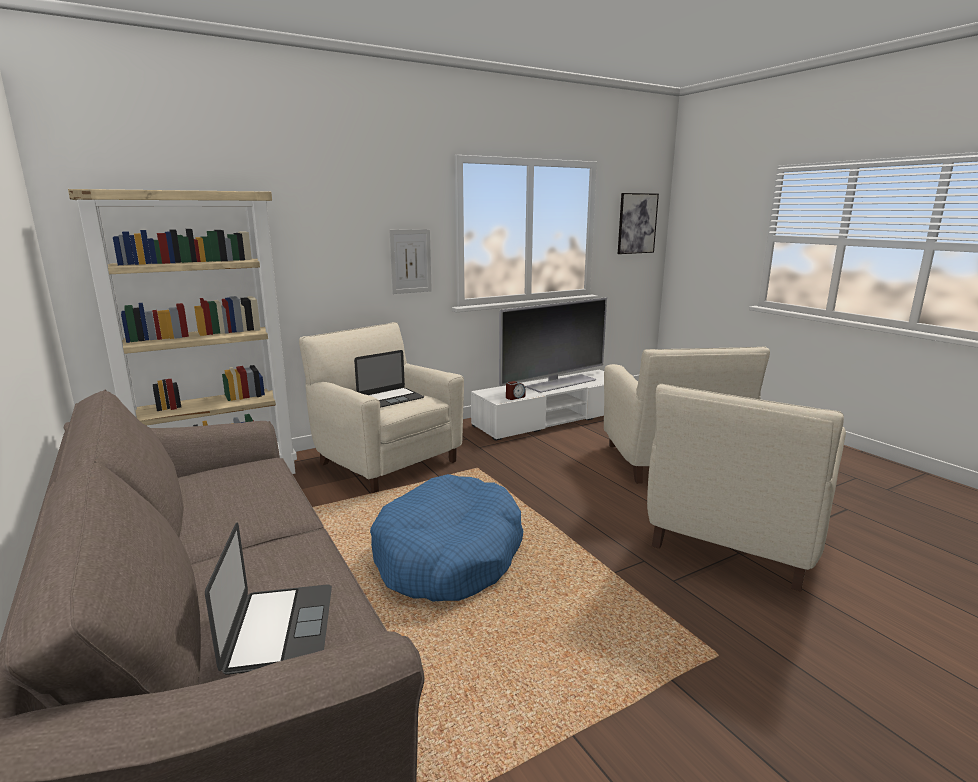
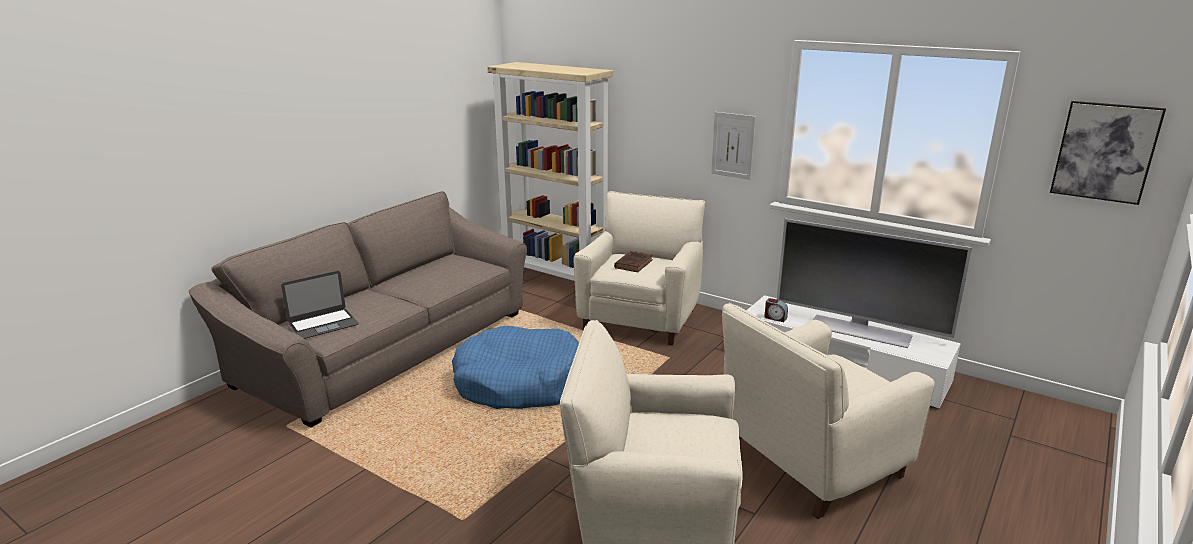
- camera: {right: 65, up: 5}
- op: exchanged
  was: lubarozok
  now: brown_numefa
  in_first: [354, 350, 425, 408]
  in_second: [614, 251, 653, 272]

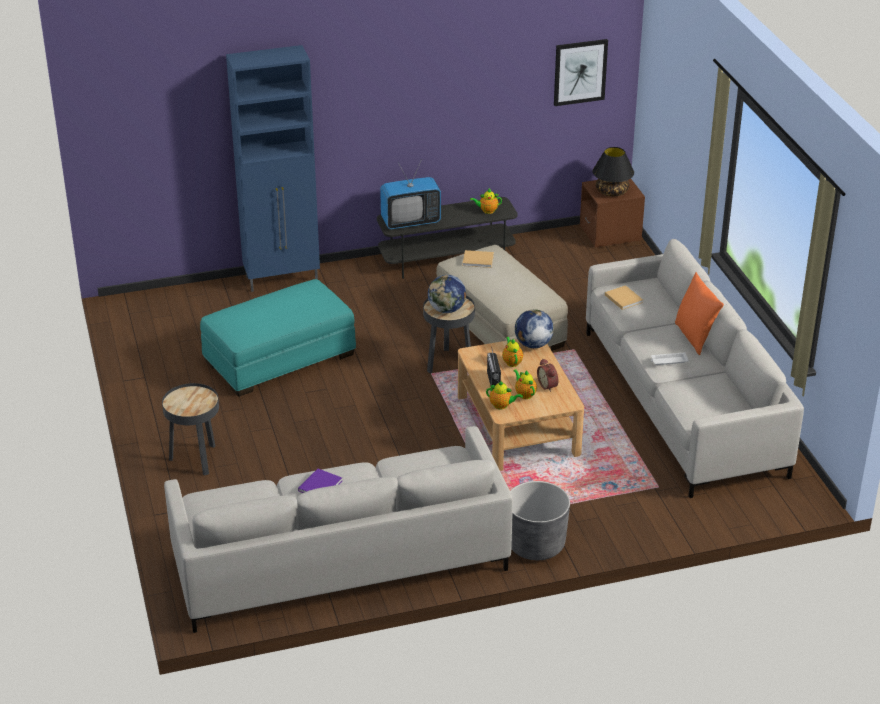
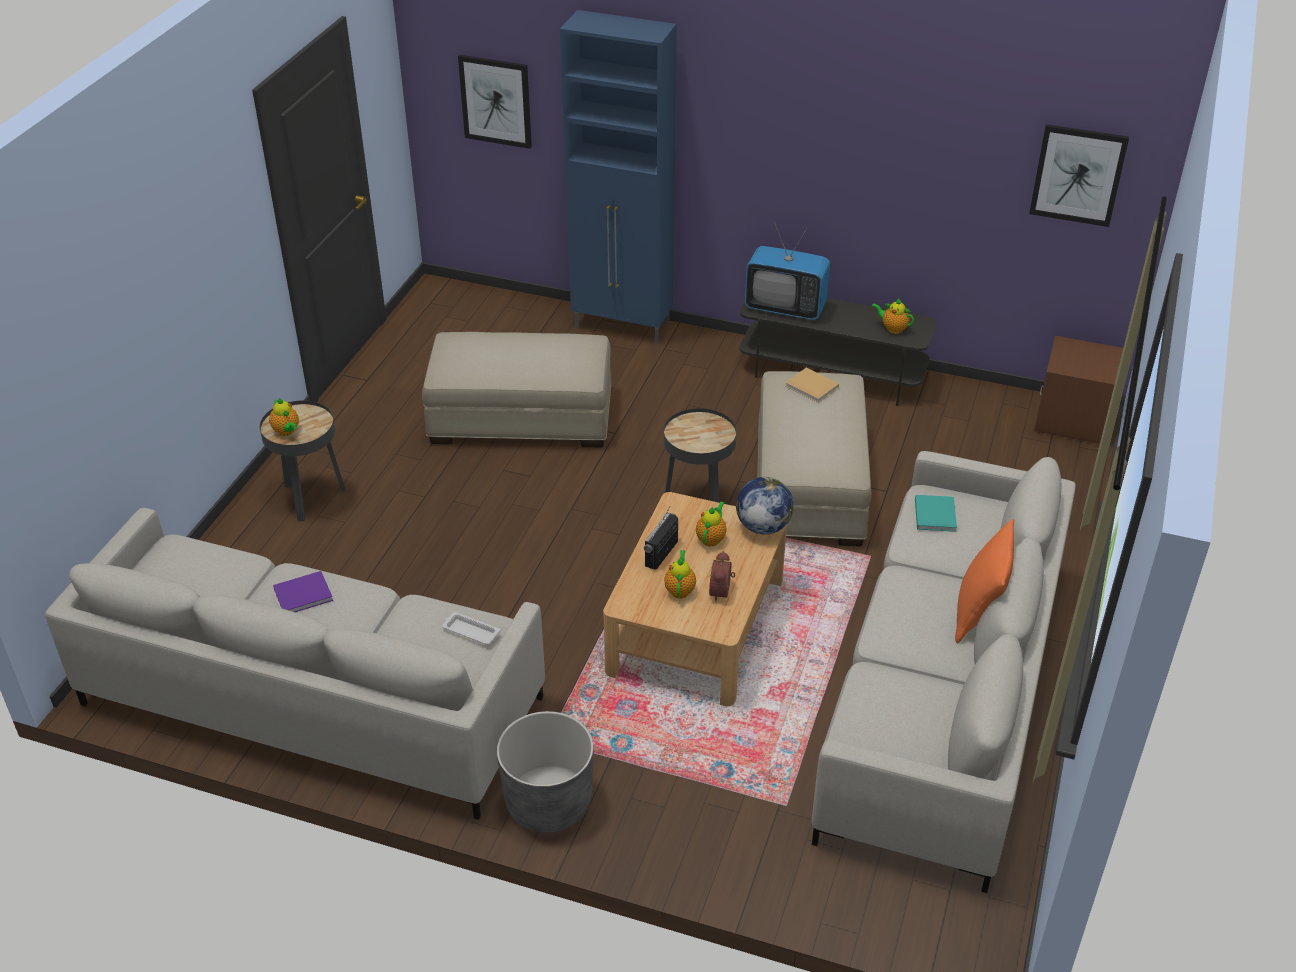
- camera: {right: 35, up: 5}
- op: colour
  was: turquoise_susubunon
  now: beige_susubunon
  in_first: [200, 279, 356, 397]
  in_second: [422, 332, 611, 448]
- op: missing
  was: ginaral
  in_first: [428, 275, 466, 313]
- op: relocated
  was: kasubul
  in_first: [486, 381, 523, 409]
  in_second: [269, 398, 299, 436]
- op: missing
  was: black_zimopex
  in_first: [593, 147, 634, 196]
- op: colour
  was: beige_numefa
  now: turquoise_numefa
  in_first: [605, 285, 643, 310]
  in_second: [915, 495, 957, 532]
- op: relocated
  was: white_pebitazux
  in_first: [651, 352, 689, 365]
  in_second: [442, 612, 501, 645]
- op: appeared
  now: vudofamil
  in_second: [458, 55, 532, 149]

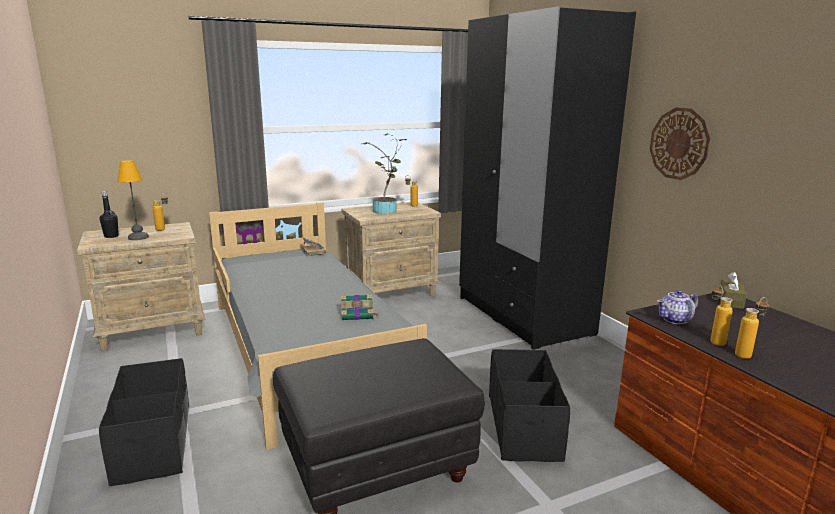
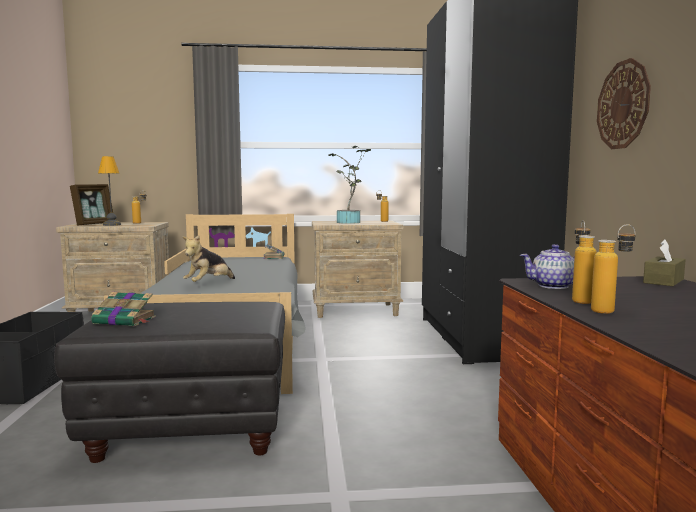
- camera: {right: 20, up: -10}
- op: exchanged
  was: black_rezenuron
  now: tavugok
  in_first: [100, 191, 119, 238]
  in_second: [70, 184, 113, 226]
- op: relocated
  was: numefa
  in_first: [341, 294, 379, 320]
  in_second: [91, 292, 156, 326]
- op: missing
  was: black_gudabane
  in_first: [489, 349, 570, 462]
- op: appeared
  now: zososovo
  in_second: [183, 235, 235, 282]

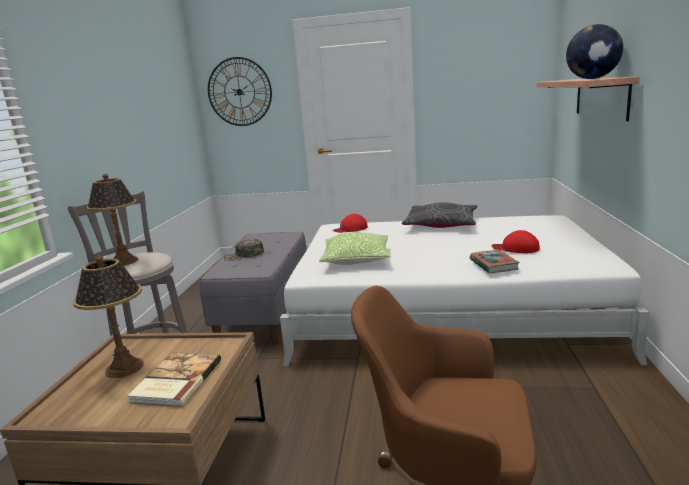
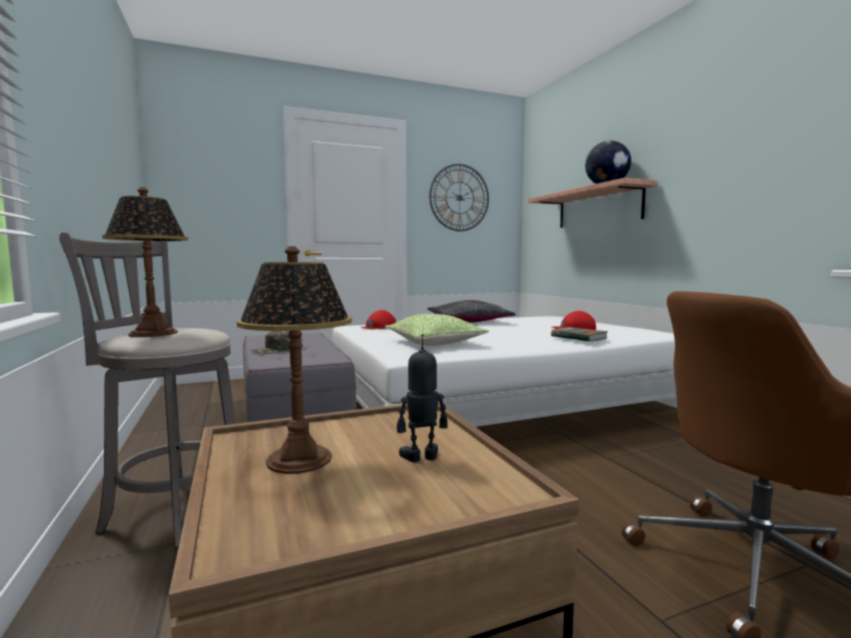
- camera: {right: -30, up: -10}
- op: exchanged
  was: numefa
  now: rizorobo
  in_first: [127, 352, 221, 407]
  in_second: [397, 334, 448, 462]
- op: relocated
  was: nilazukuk
  in_first: [208, 57, 272, 126]
  in_second: [429, 164, 489, 231]

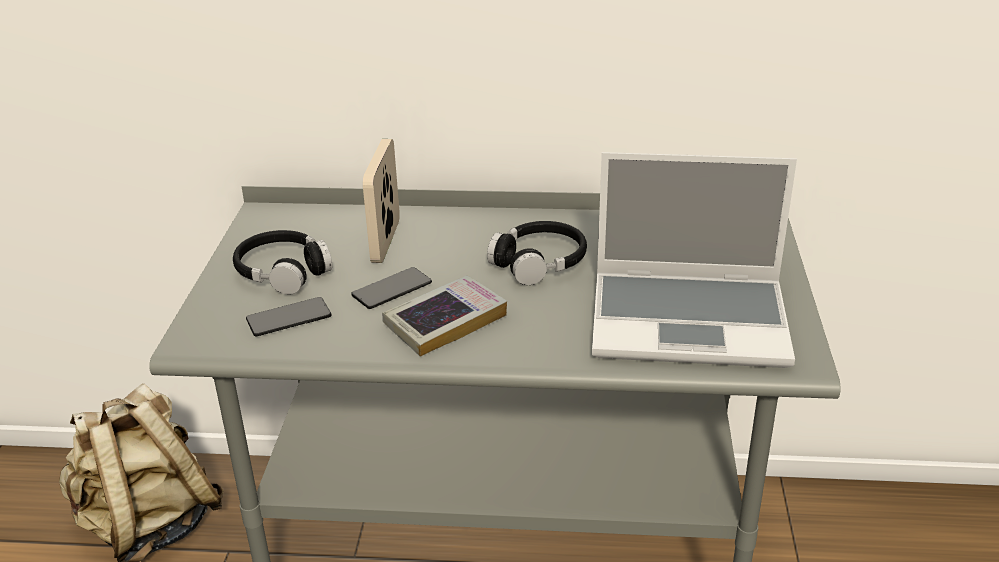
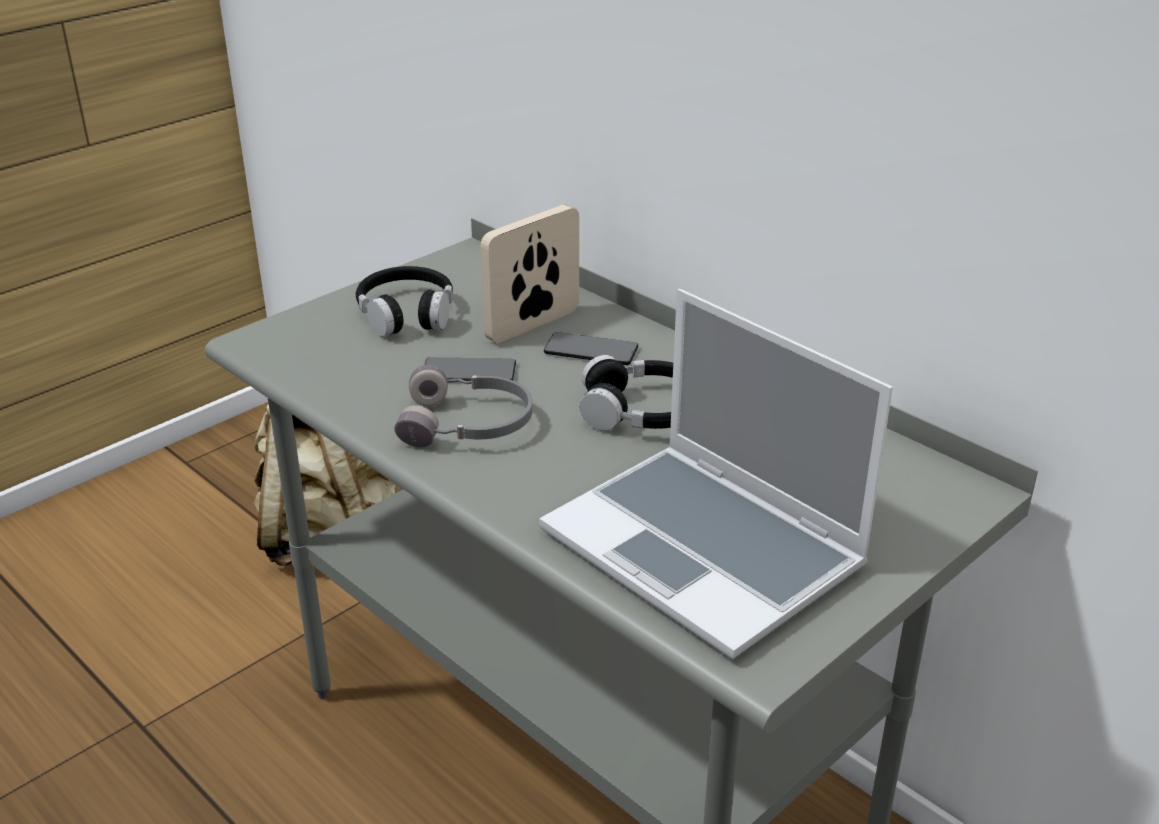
- camera: {right: 40, up: 0}
- op: relocated
  was: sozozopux
  in_first: [246, 297, 331, 336]
  in_second: [544, 332, 638, 365]
- op: exchanged
  was: numefa
  now: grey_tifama
  in_first: [382, 275, 507, 357]
  in_second: [394, 365, 533, 447]

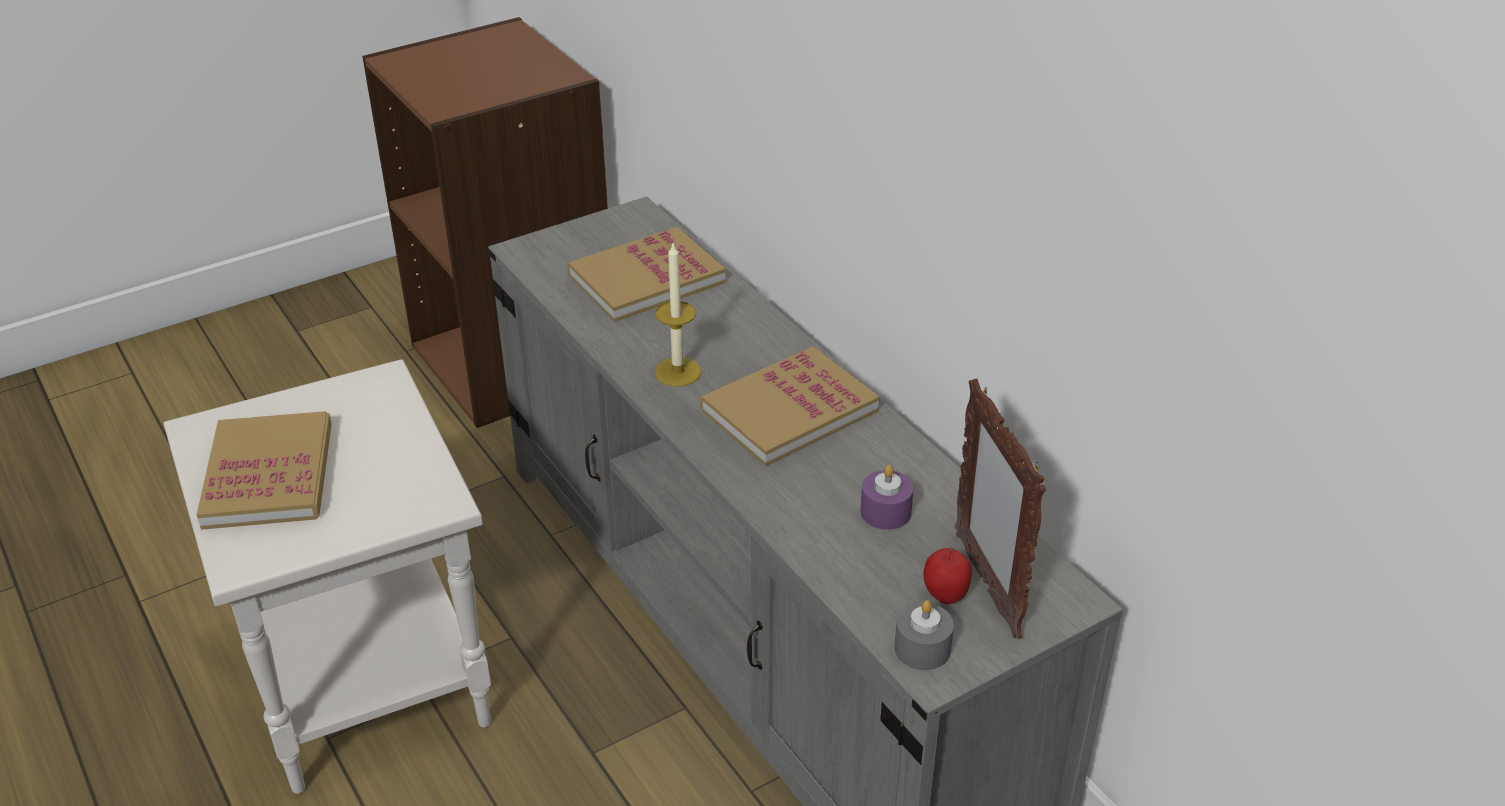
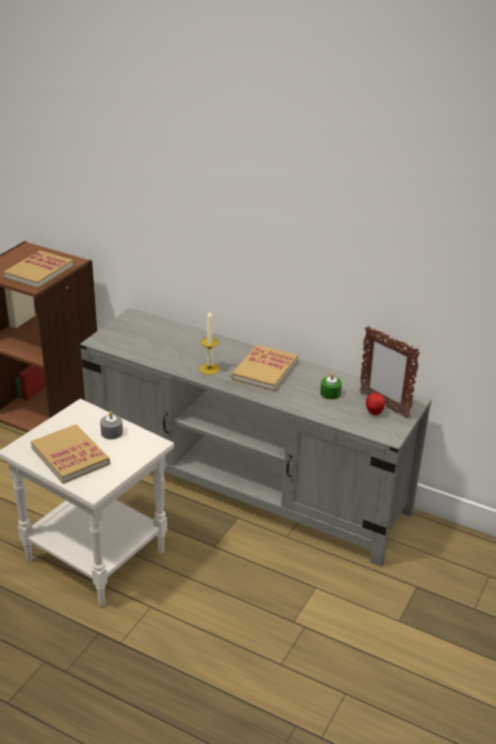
- camera: {right: -30, up: -5}
- op: relocated
  was: numefa
  in_first: [567, 227, 726, 322]
  in_second: [3, 251, 74, 289]
- op: colour
  was: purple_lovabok
  now: green_lovabok
  in_first: [861, 465, 914, 530]
  in_second: [320, 373, 342, 399]
- op: relocated
  was: grey_lovabok
  in_first: [894, 600, 954, 670]
  in_second: [100, 412, 123, 439]

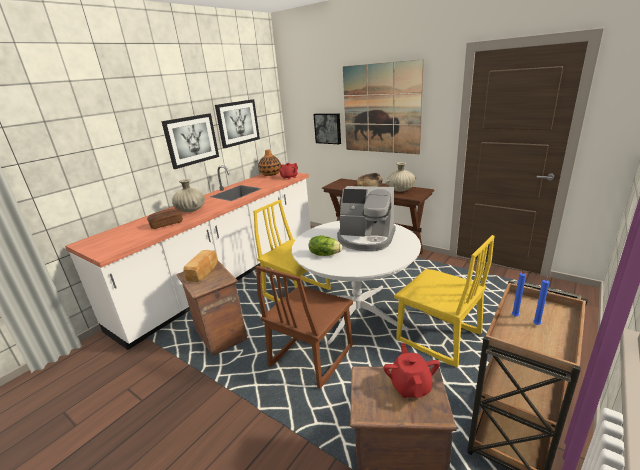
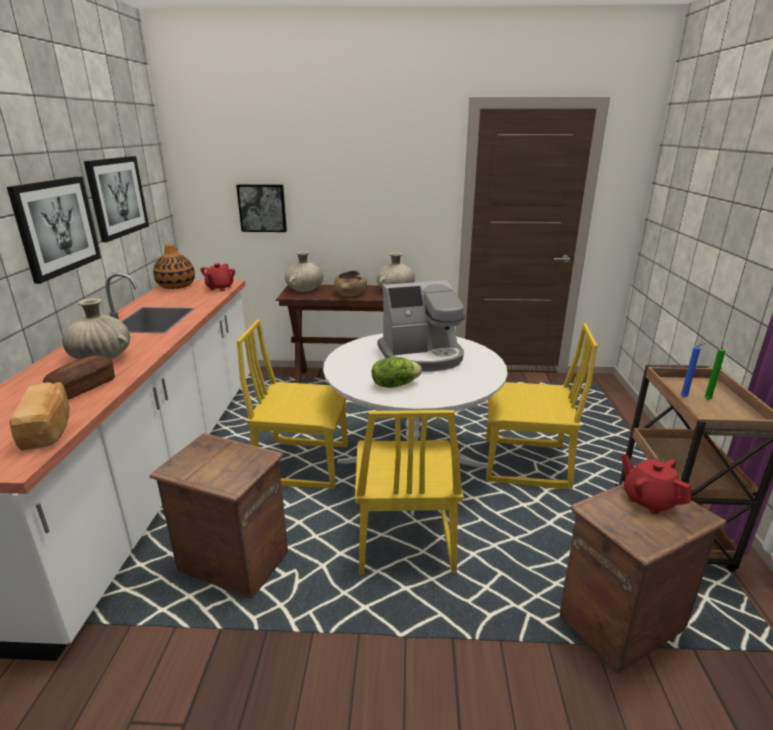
- camera: {right: -35, up: 0}
- op: relocated
  was: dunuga
  in_first: [183, 250, 218, 282]
  in_second: [9, 382, 70, 451]
- op: colour
  was: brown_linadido
  now: yellow_linadido
  in_first: [256, 266, 353, 389]
  in_second: [355, 410, 464, 575]
- op: missing
  was: vudofamil
  in_first: [343, 59, 424, 154]
- op: colour
  was: blue_lovabok
  now: green_lovabok
  in_first: [533, 274, 551, 325]
  in_second: [704, 342, 726, 400]
- op: appeared
  now: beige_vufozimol
  in_second: [285, 251, 323, 292]

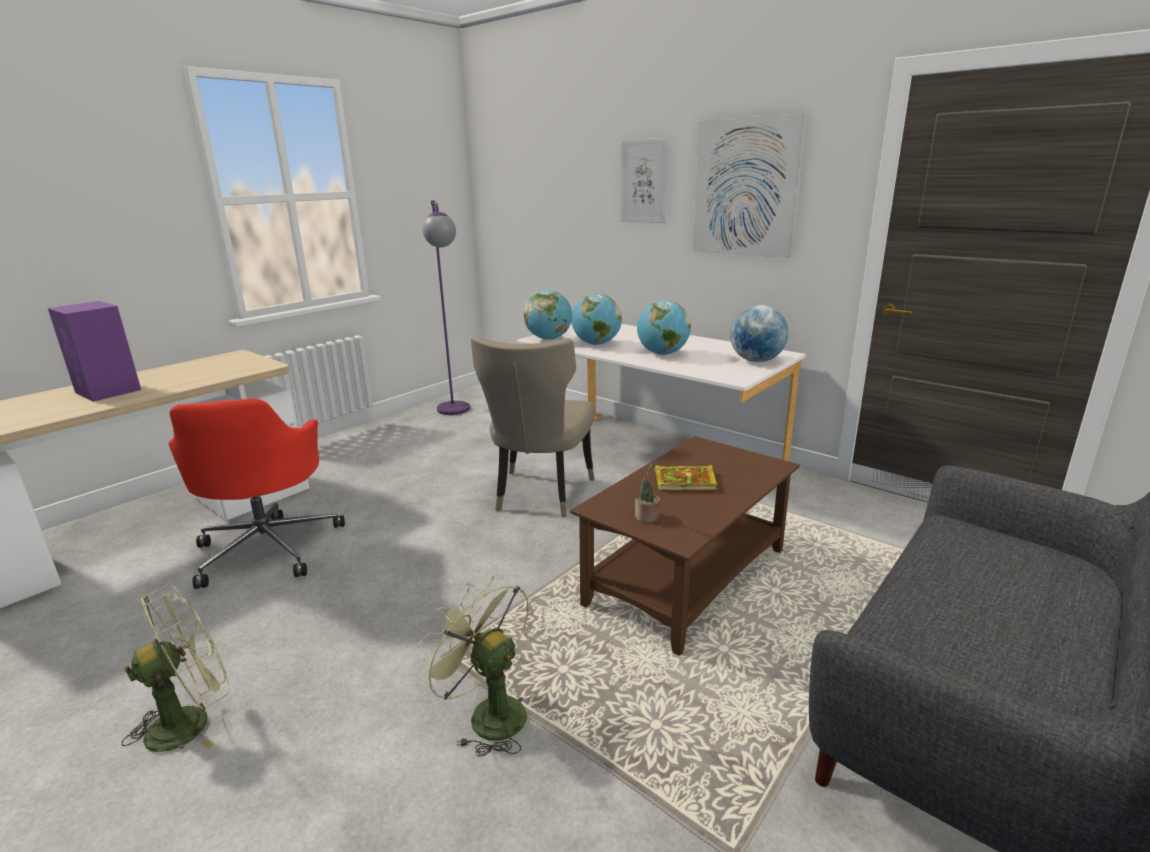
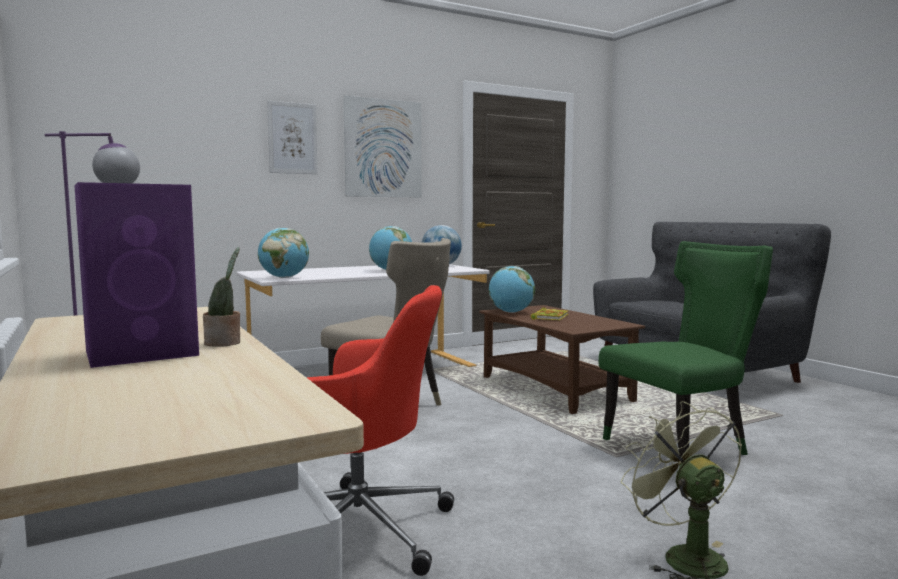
- camera: {right: -70, up: -15}
- op: exchanged
  was: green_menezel
  now: green_linadido
  in_first: [417, 575, 529, 757]
  in_second: [598, 241, 773, 457]
- op: relocated
  was: ginaral
  in_first: [571, 294, 622, 345]
  in_second: [489, 266, 535, 313]
- op: relocated
  was: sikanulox
  in_first: [635, 463, 660, 523]
  in_second: [203, 247, 240, 347]

